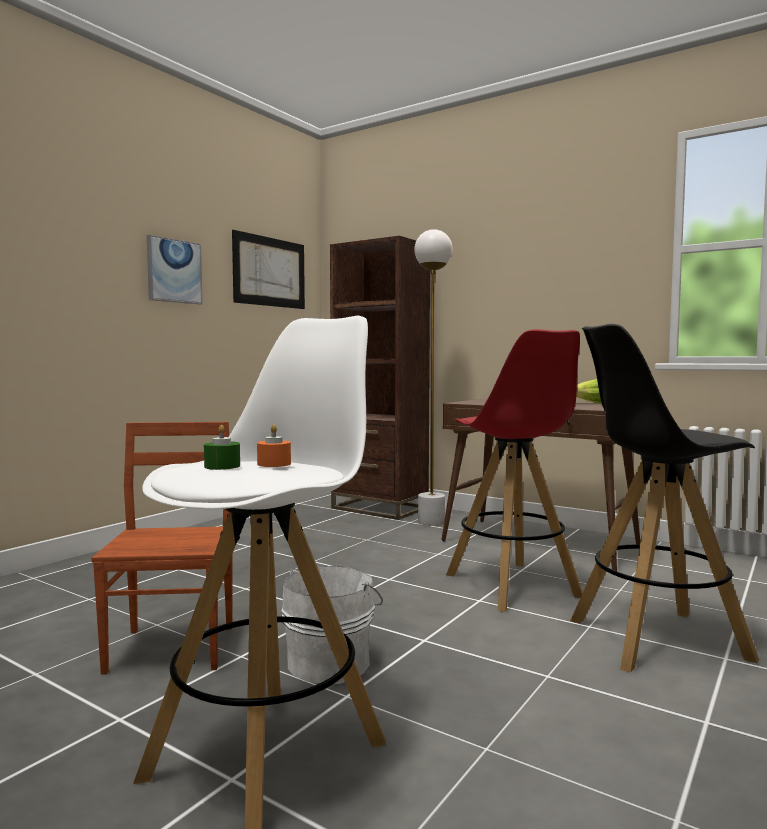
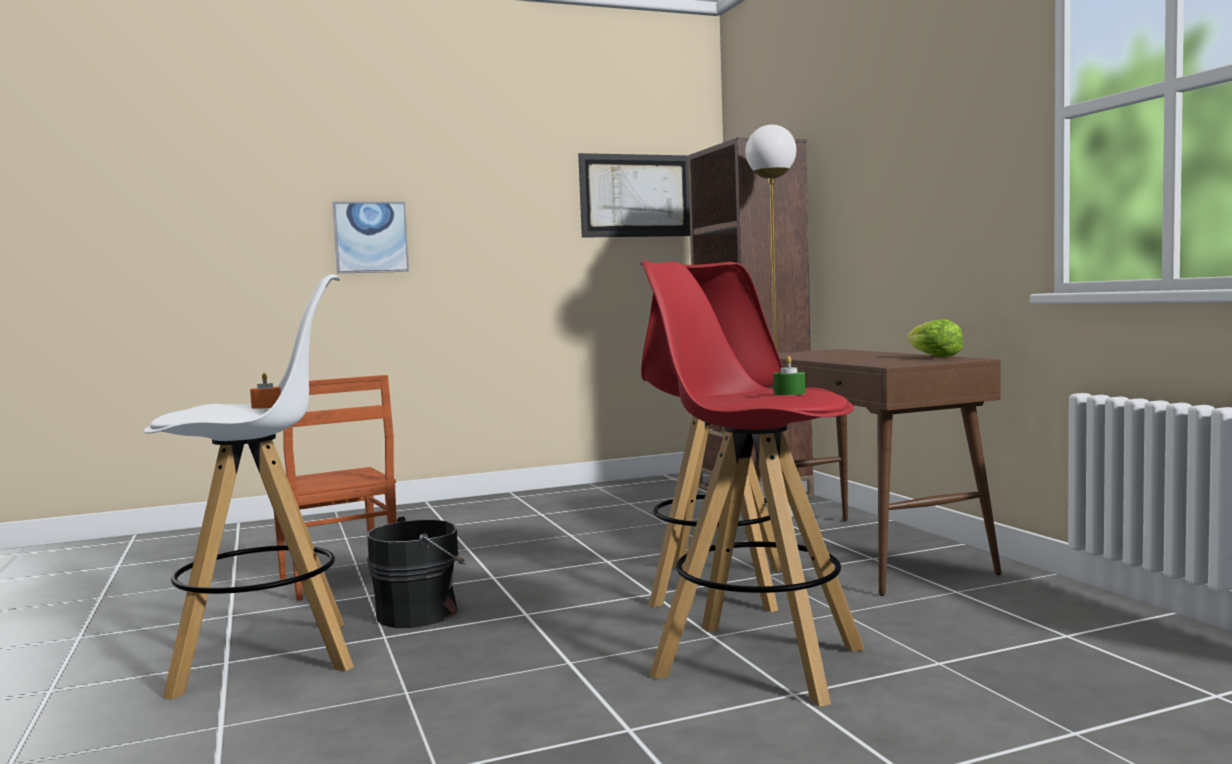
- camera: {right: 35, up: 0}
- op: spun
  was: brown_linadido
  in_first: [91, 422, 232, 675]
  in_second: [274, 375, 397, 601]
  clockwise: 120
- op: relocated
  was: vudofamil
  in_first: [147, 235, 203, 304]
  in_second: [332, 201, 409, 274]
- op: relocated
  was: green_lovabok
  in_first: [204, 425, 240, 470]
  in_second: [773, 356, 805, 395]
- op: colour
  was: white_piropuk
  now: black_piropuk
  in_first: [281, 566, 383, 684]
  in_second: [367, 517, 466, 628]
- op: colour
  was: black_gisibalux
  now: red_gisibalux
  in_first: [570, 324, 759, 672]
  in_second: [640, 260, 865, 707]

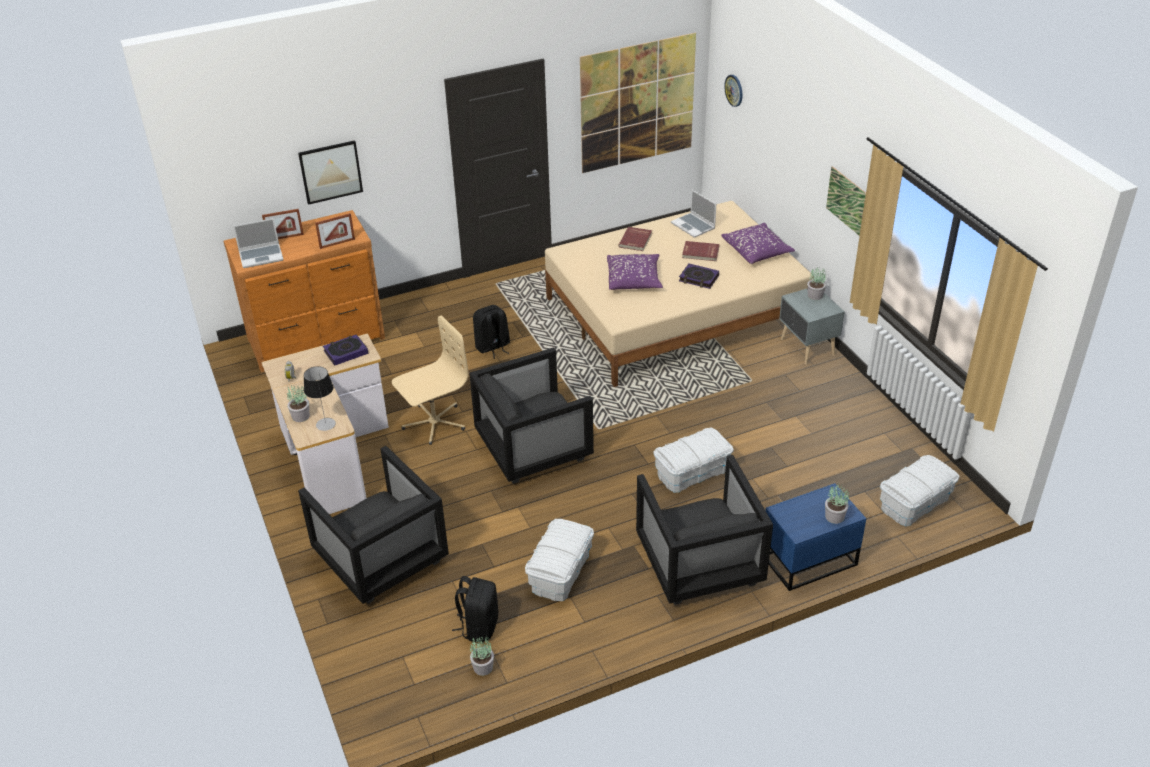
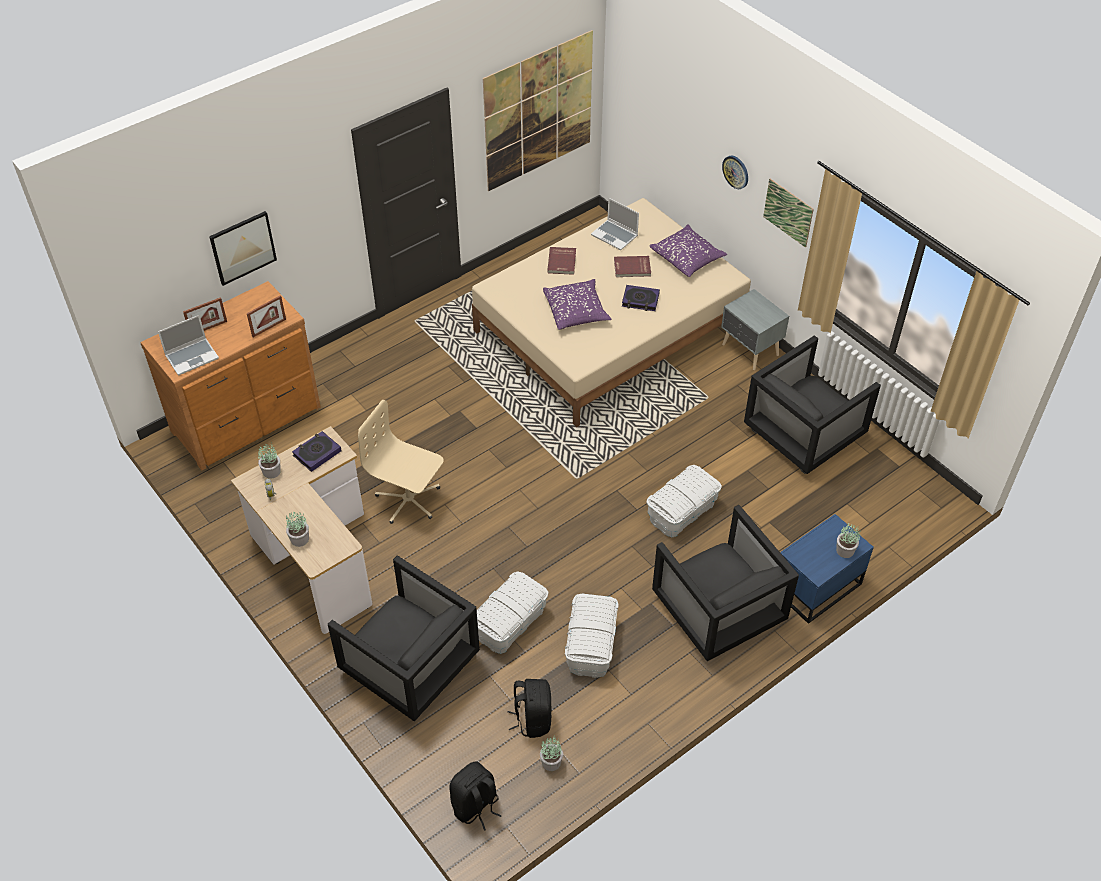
- camera: {right: -15, up: 10}
- op: missing
  was: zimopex
  in_first: [304, 366, 336, 431]
- op: spun
  was: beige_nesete
  in_first: [392, 315, 469, 445]
  in_second: [358, 400, 444, 524]
  clockwise: -105
- op: relocated
  was: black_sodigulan
  in_first: [469, 347, 594, 484]
  in_second: [744, 336, 881, 474]
- op: relocated
  was: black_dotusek
  in_first: [473, 305, 510, 359]
  in_second: [449, 762, 502, 831]
- op: relocated
  was: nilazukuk
  in_first: [724, 75, 742, 107]
  in_second: [722, 156, 748, 189]
- op: relocated
  was: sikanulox
  in_first: [807, 268, 826, 300]
  in_second: [258, 444, 281, 479]
- op: relocated
  was: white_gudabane
  in_first: [880, 455, 960, 526]
  in_second: [477, 571, 549, 654]

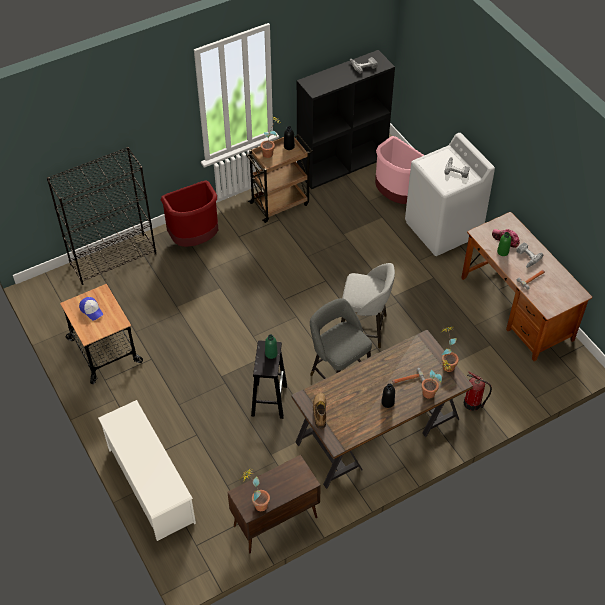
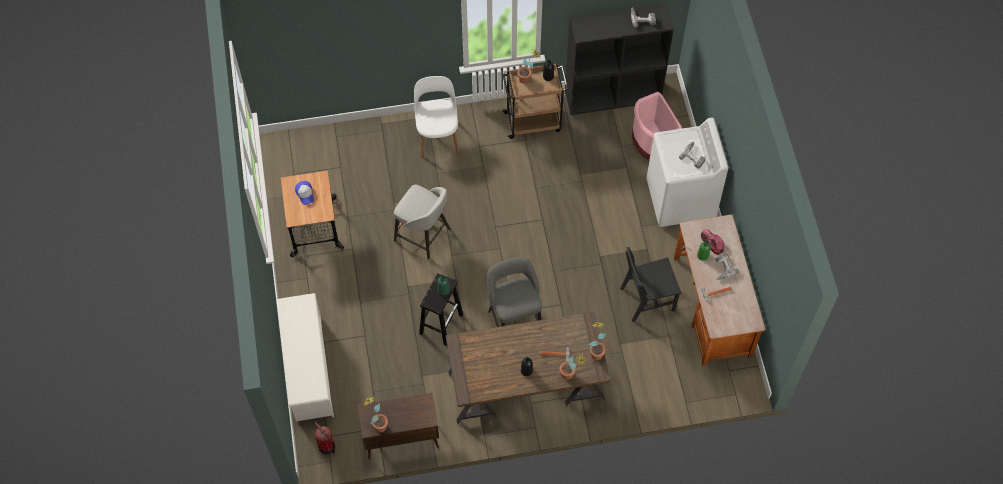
- camera: {right: 20, up: 10}
- op: missing
  was: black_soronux
  in_first: [47, 147, 156, 285]
- op: exchanged
  was: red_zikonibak
  now: white_linadido
  in_first: [161, 181, 218, 247]
  in_second: [414, 76, 459, 158]
- op: missing
  was: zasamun
  in_first: [313, 392, 326, 429]
- op: relocated
  was: grey_gisibalux
  in_first: [341, 263, 395, 348]
  in_second: [394, 184, 450, 260]
- op: relocated
  was: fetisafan
  in_first: [464, 371, 492, 411]
  in_second: [314, 421, 335, 454]
- op: appeared
  now: black_linadido
  in_second: [620, 247, 682, 322]

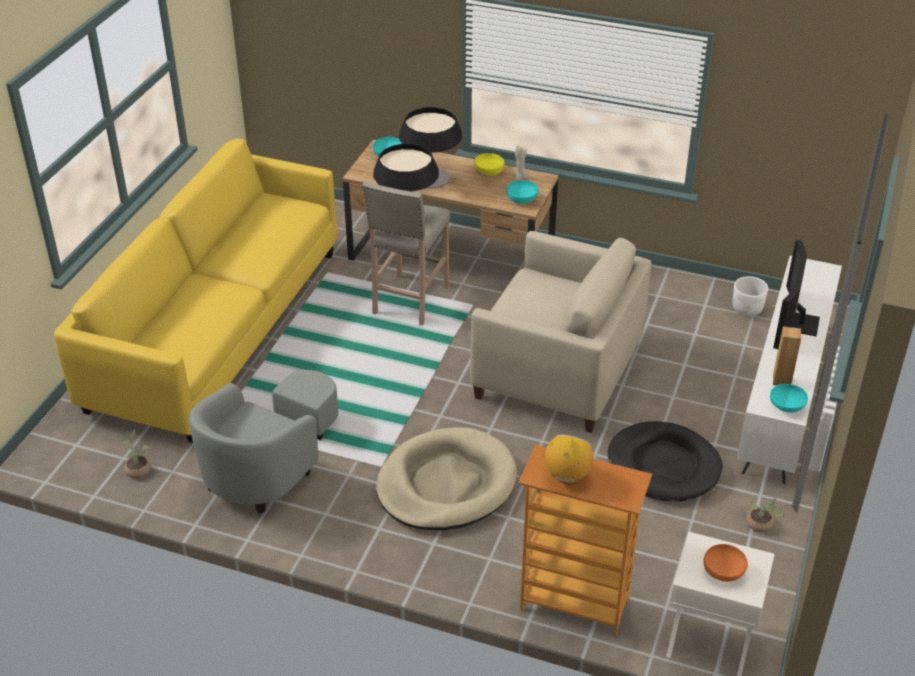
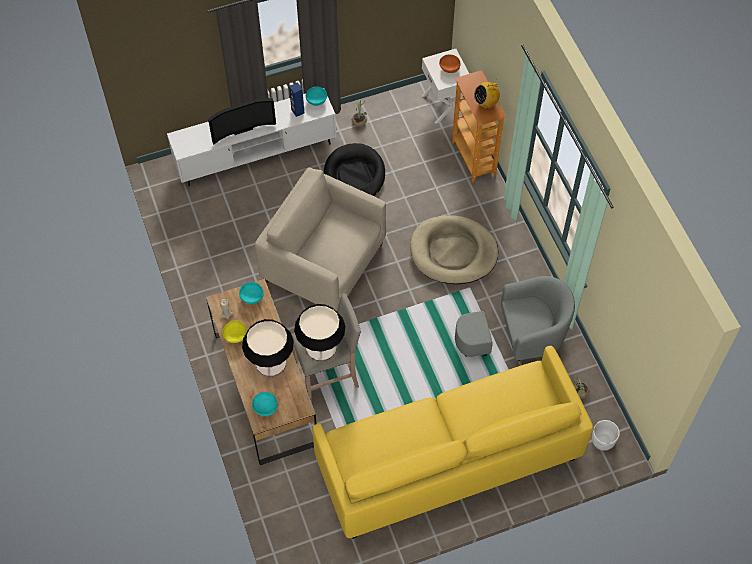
- camera: {right: -130, up: 20}
- op: spun
  was: beige_sodigulan
  in_first: [470, 231, 651, 433]
  in_second: [255, 168, 386, 311]
  clockwise: -45
- op: relocated
  was: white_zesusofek
  in_first: [732, 276, 768, 316]
  in_second: [592, 420, 620, 451]
- op: colour
  was: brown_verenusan
  now: blue_verenusan
  in_first: [773, 327, 801, 386]
  in_second: [289, 82, 304, 117]

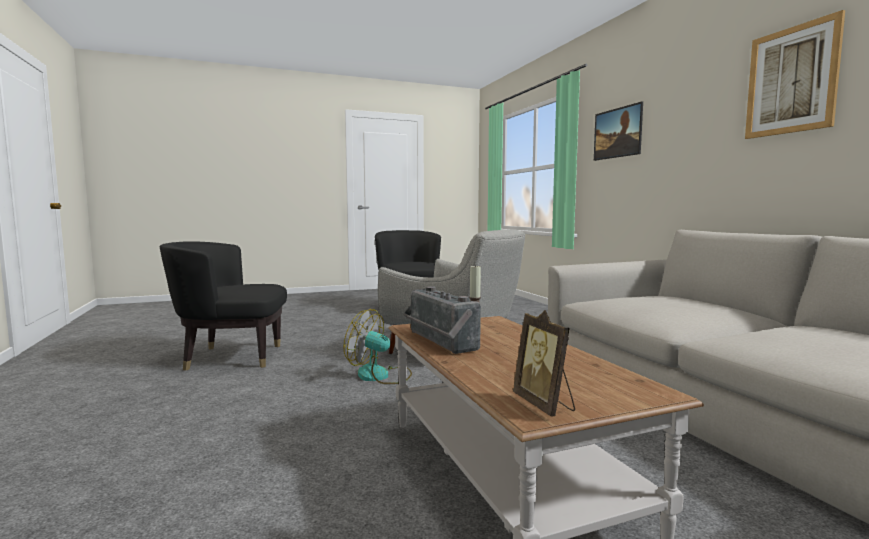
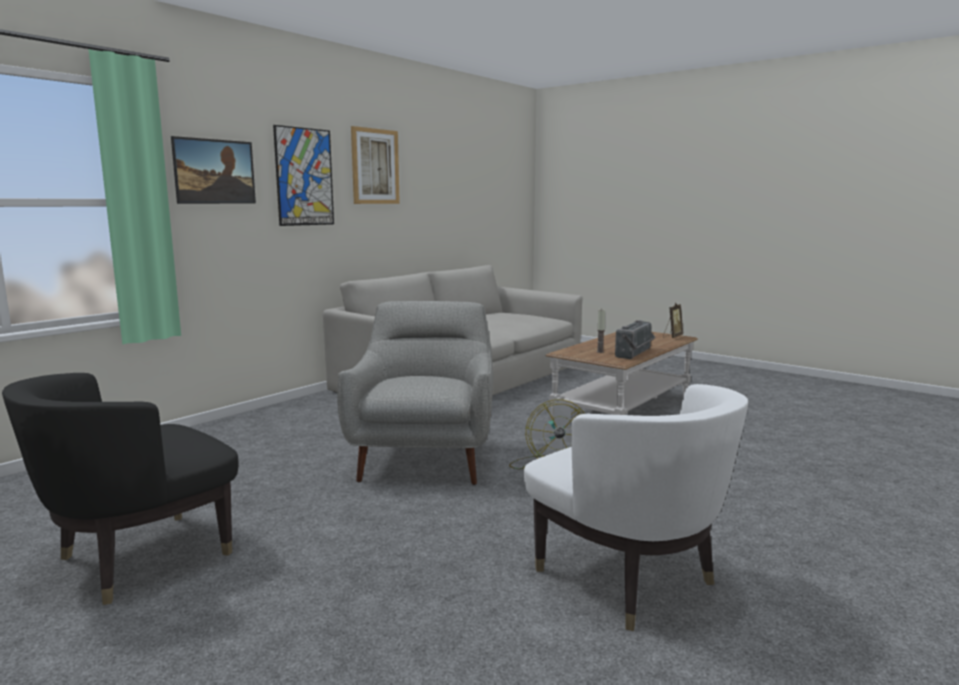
- camera: {right: -120, up: 5}
- op: colour
  was: black_sodigulan
  now: white_sodigulan
  in_first: [160, 241, 287, 371]
  in_second: [524, 384, 748, 631]
- op: appeared
  now: vudofamil
  in_second: [273, 125, 334, 226]

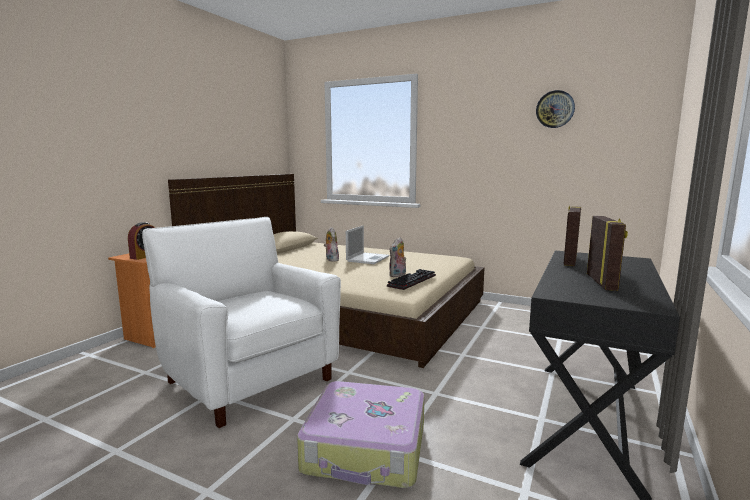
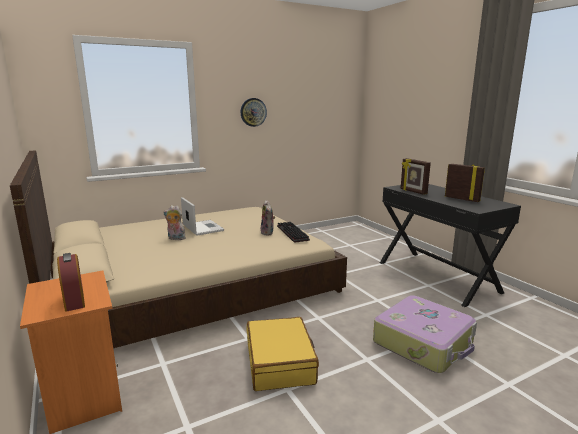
- camera: {right: -55, up: 5}
- op: exchanged
  was: white_sodigulan
  now: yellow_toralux
  in_first: [142, 217, 341, 428]
  in_second: [247, 317, 319, 391]
- op: relocated
  was: nilazukuk
  in_first: [536, 90, 575, 128]
  in_second: [241, 98, 267, 127]

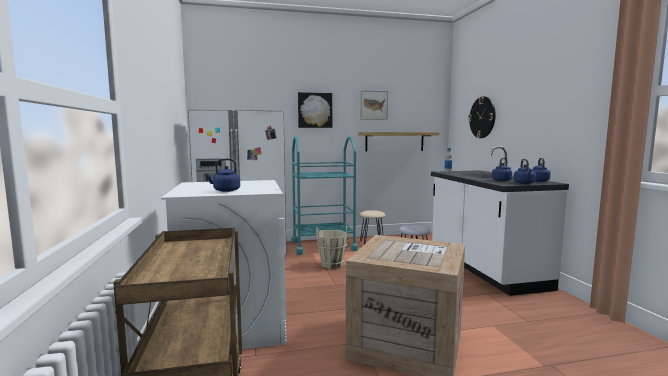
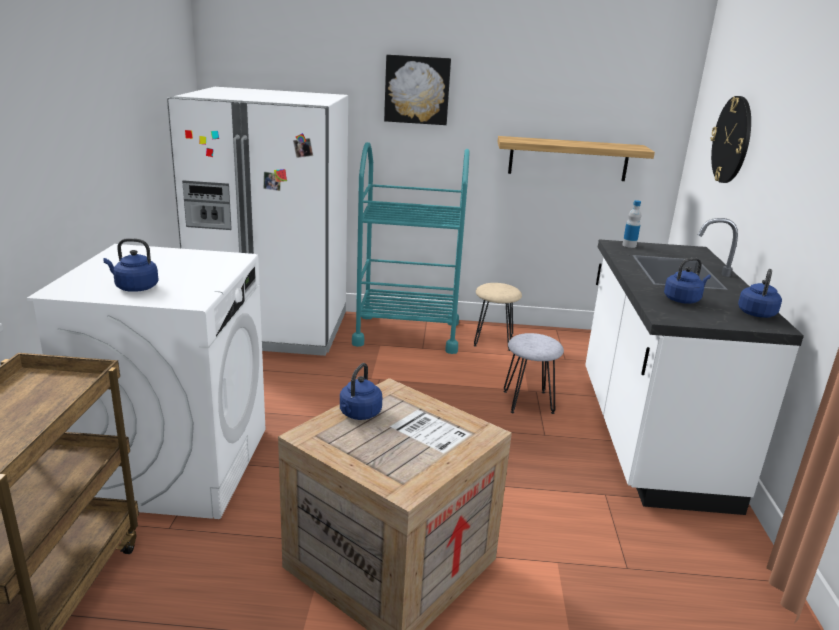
- camera: {right: 15, up: 15}
- op: missing
  was: beige_piropuk
  in_first: [316, 226, 347, 269]
- op: missing
  was: vudofamil
  in_first: [360, 90, 388, 120]
- op: relocated
  was: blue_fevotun
  in_first: [514, 159, 536, 184]
  in_second: [340, 363, 382, 420]

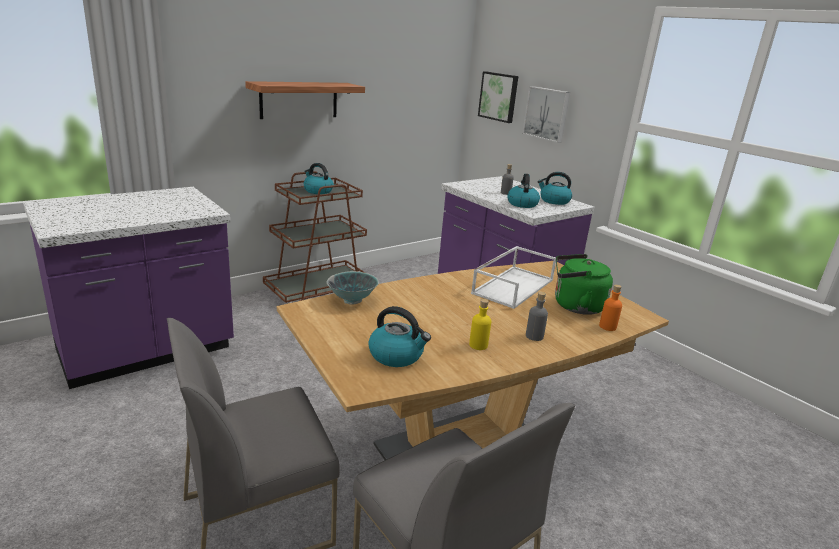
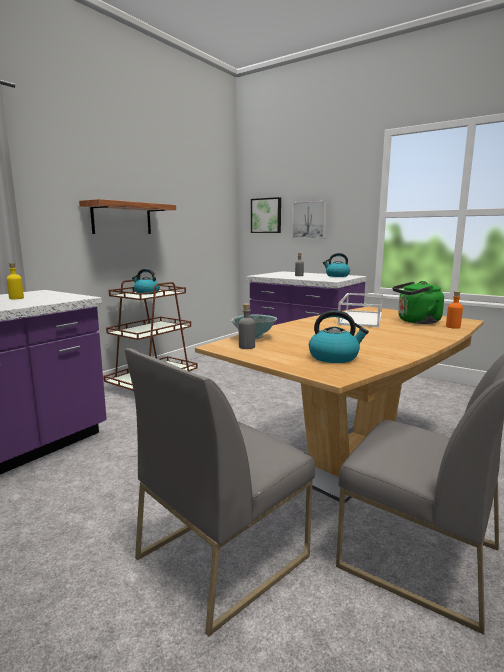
- camera: {right: -15, up: -10}
- op: relocated
  was: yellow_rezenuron
  in_first: [469, 299, 491, 350]
  in_second: [7, 263, 24, 299]
- op: missing
  was: fevotun
  in_first: [507, 174, 540, 208]
- op: relocated
  was: grey_rezenuron
  in_first: [526, 292, 548, 341]
  in_second: [239, 303, 255, 349]

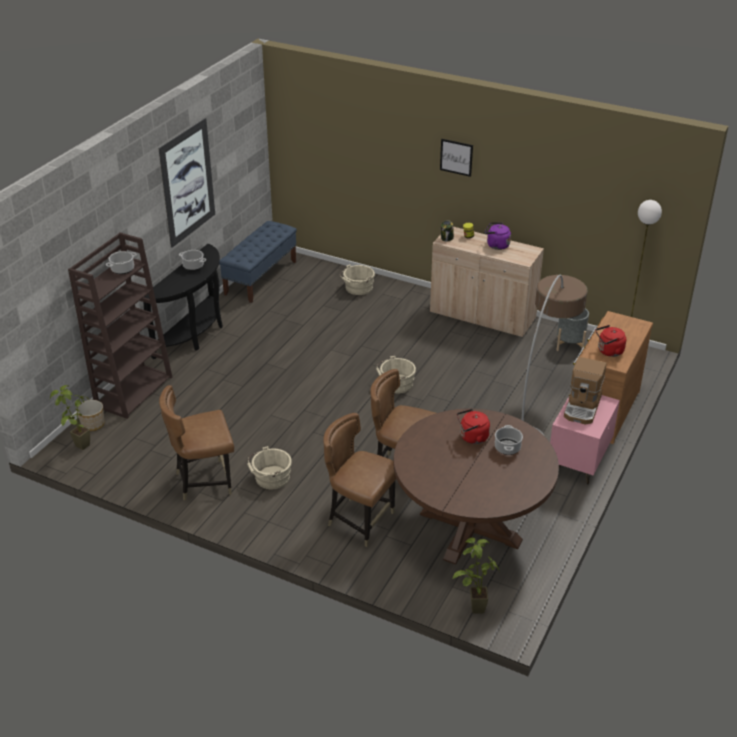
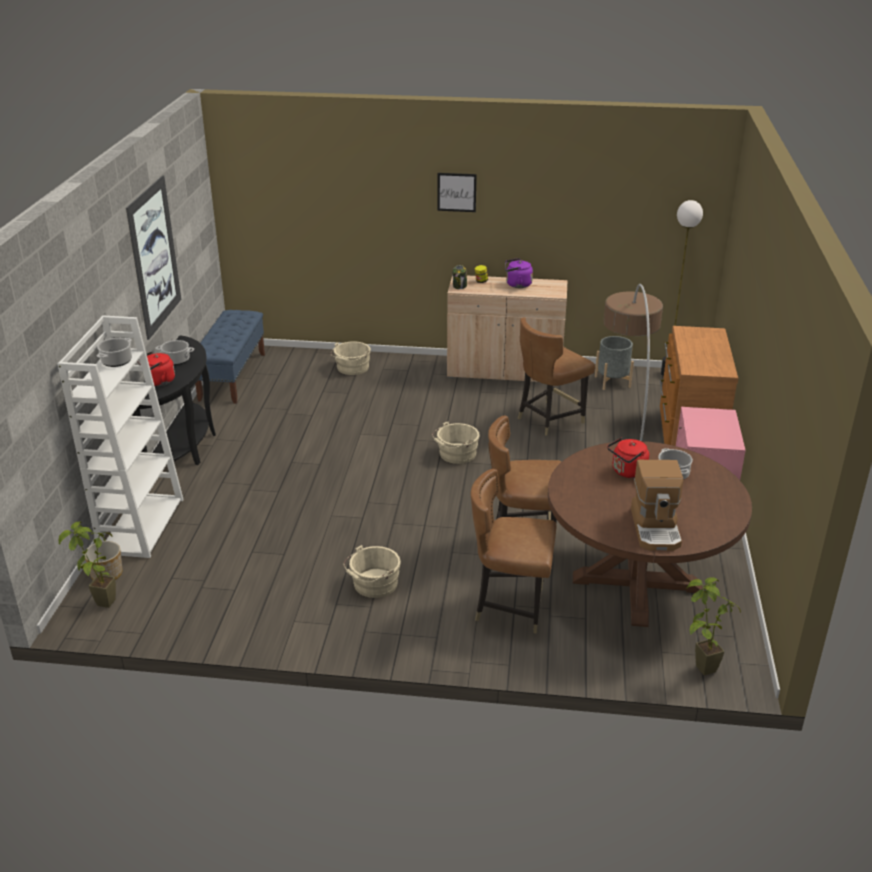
- camera: {right: -20, up: -5}
- op: colour
  was: brown_soronux
  now: white_soronux
  in_first: [68, 233, 172, 419]
  in_second: [57, 315, 184, 558]
- op: relocated
  was: brown_linadido
  in_first: [159, 385, 234, 501]
  in_second: [518, 317, 595, 436]
- op: relocated
  was: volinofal
  in_first: [564, 357, 607, 425]
  in_second: [631, 460, 684, 551]
- op: relocated
  was: red_fevotun
  in_first: [595, 325, 626, 357]
  in_second: [137, 351, 175, 386]

